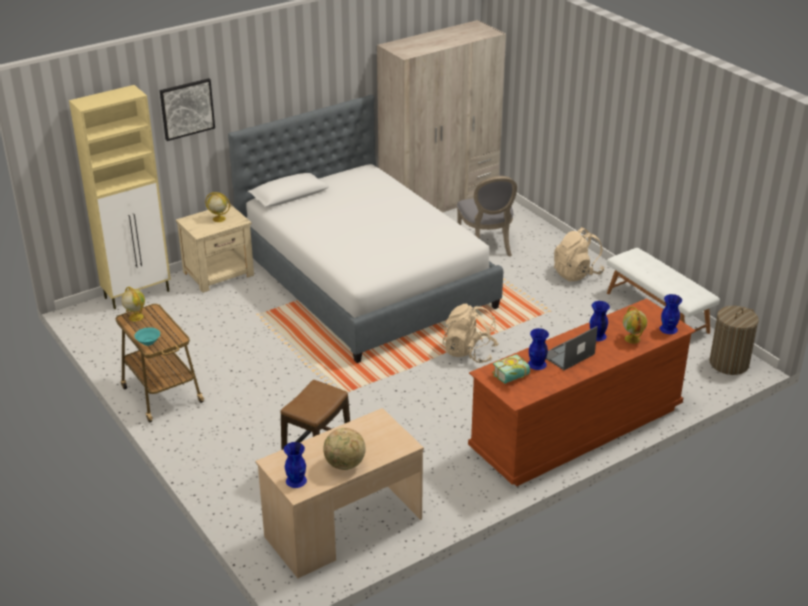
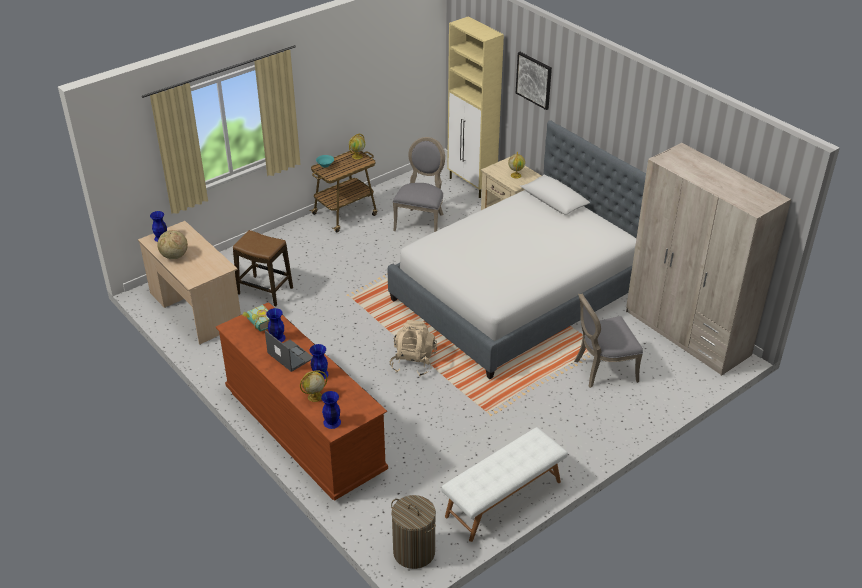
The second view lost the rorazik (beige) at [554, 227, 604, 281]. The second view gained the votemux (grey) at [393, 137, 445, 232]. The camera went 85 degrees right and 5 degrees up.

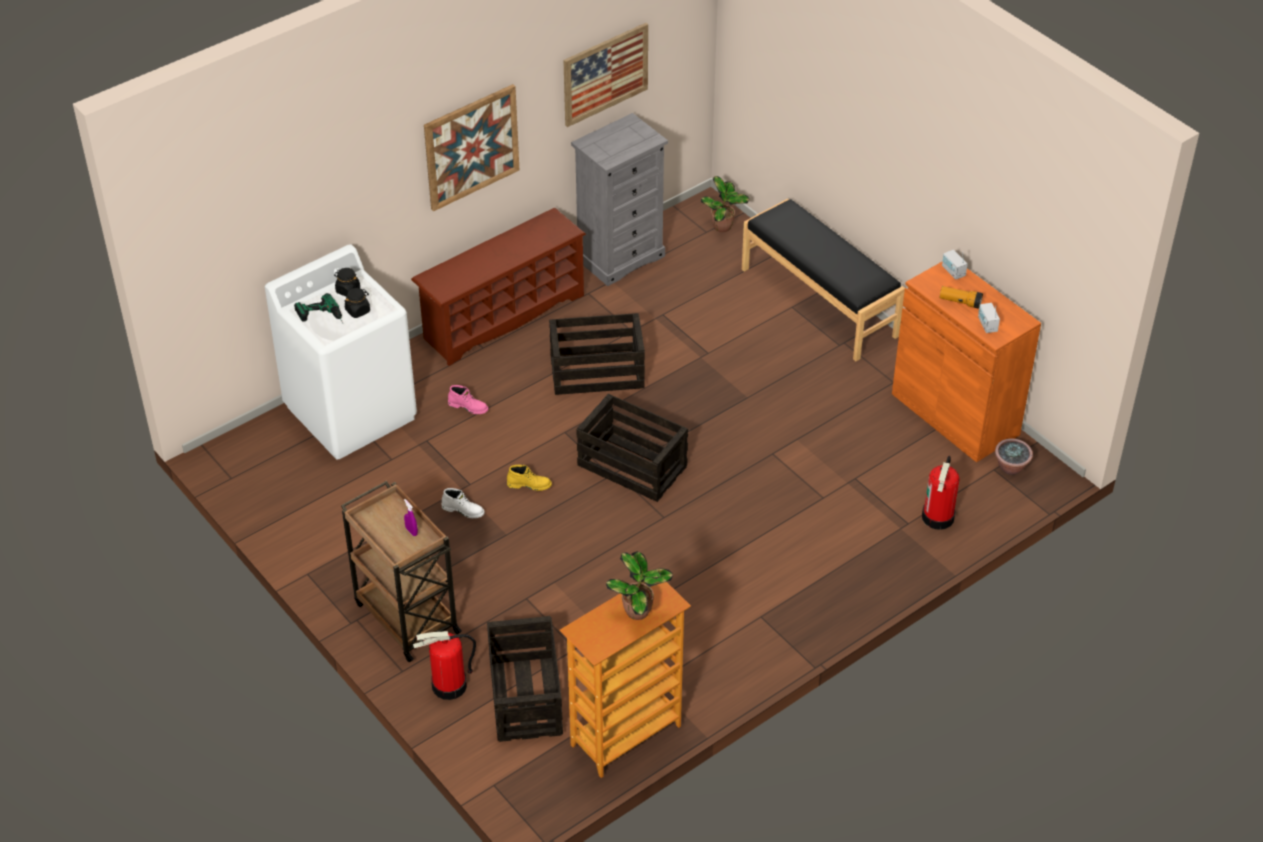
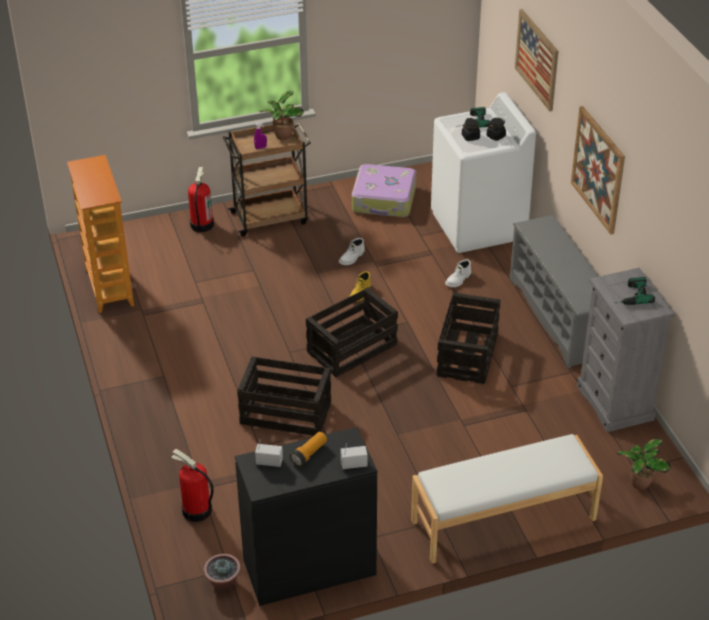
What was the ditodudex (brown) at [411, 208, 586, 366] turned into the ditodudex (grey) at [510, 215, 598, 369]. What was the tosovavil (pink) at [448, 385, 488, 414] turned into the tosovavil (white) at [445, 259, 471, 287]. The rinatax ended up elsewhere, having gone from [487, 616, 563, 742] to [237, 356, 331, 436]. The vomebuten ended up elsewhere, having gone from [563, 23, 648, 127] to [515, 9, 558, 111]. The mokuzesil ended up elsewhere, having gone from [606, 551, 673, 620] to [260, 91, 304, 140]. What was the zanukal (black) at [742, 199, 905, 361] turned into the zanukal (white) at [411, 434, 603, 564]. What was the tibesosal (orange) at [892, 261, 1041, 462] turned into the tibesosal (black) at [235, 427, 377, 606]. The second view gained the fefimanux at [352, 164, 416, 217]. The second view gained the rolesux at [614, 277, 655, 305]. The camera went 110 degrees right and 5 degrees down.

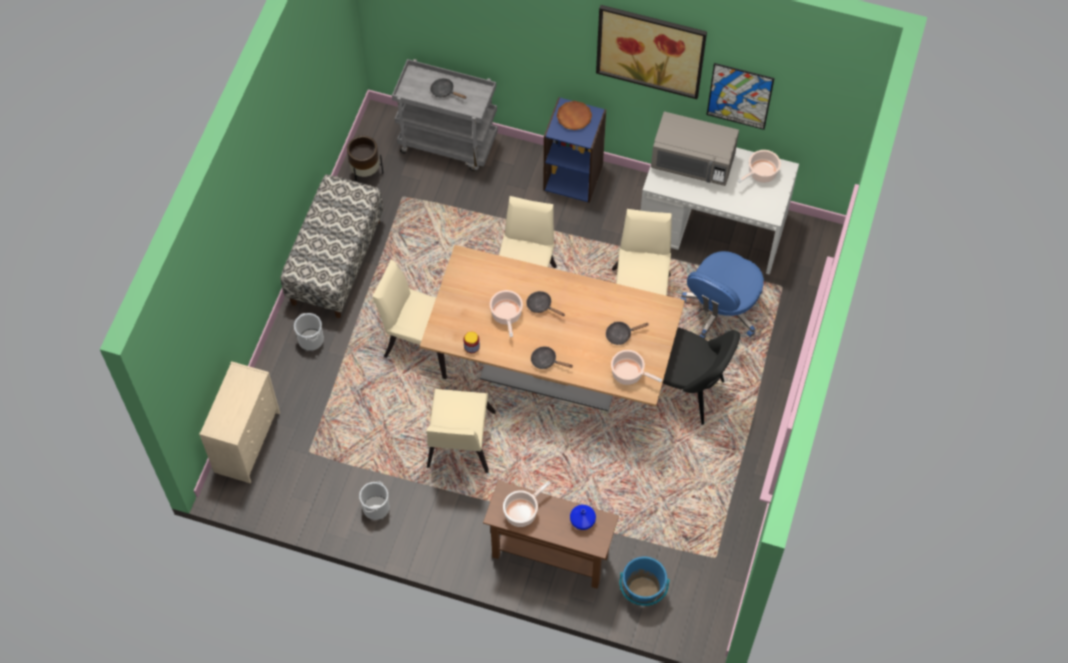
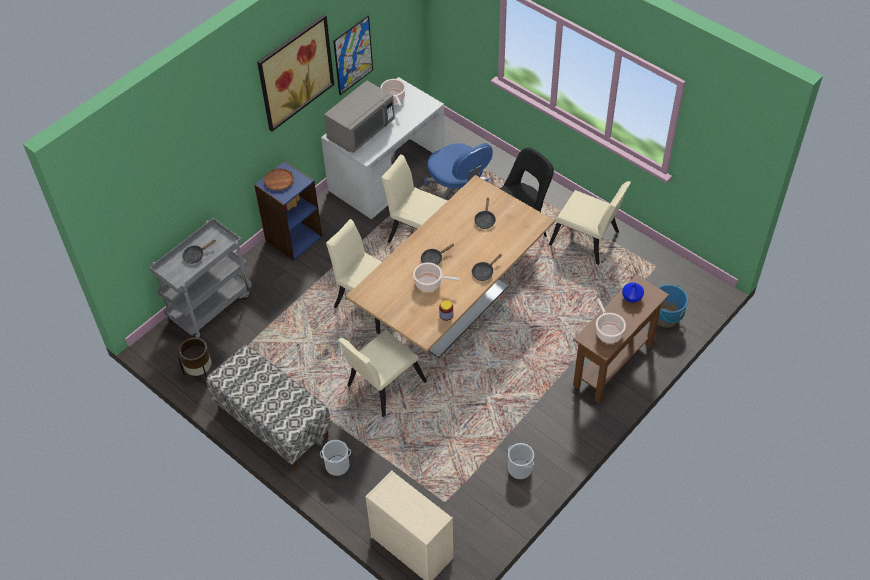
The votemux (beige) ended up elsewhere, having gone from [427, 389, 496, 473] to [549, 181, 631, 265]. The second view lost the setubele at [611, 350, 662, 385]. The camera went 65 degrees left and 10 degrees down.

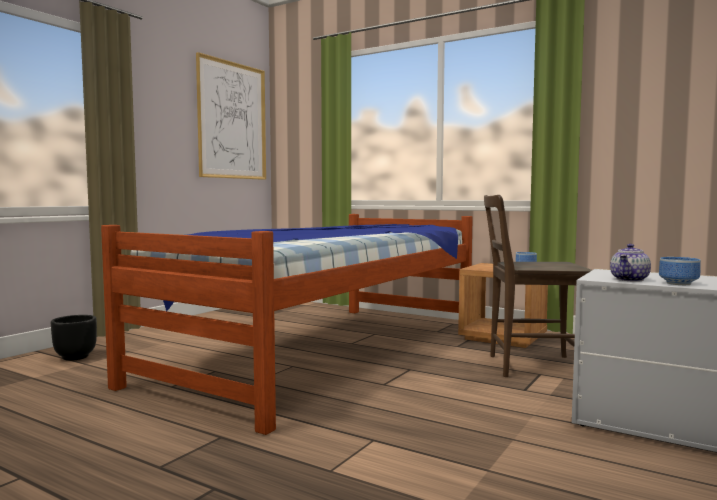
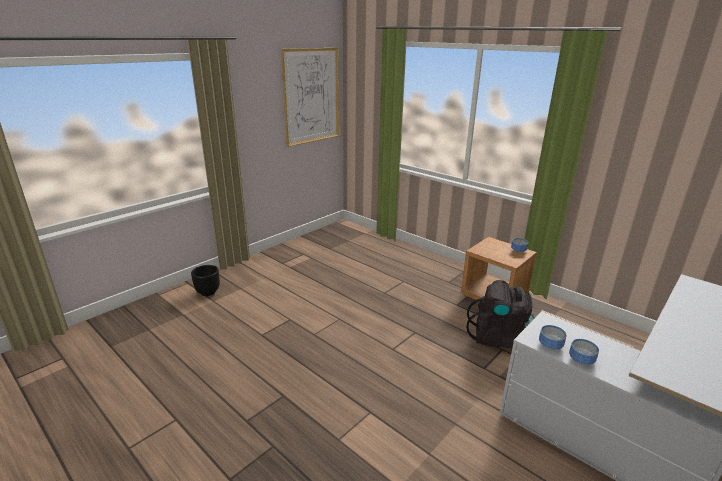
The second view lost the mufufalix at [101, 214, 473, 435]. Where the votemux (brown) stood at [484, 195, 592, 377], the rorazik (black) came to stand at [466, 280, 535, 349]. Where the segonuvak stood at [610, 244, 651, 282], the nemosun came to stand at [539, 325, 566, 350]. The camera went 10 degrees right and 20 degrees up.

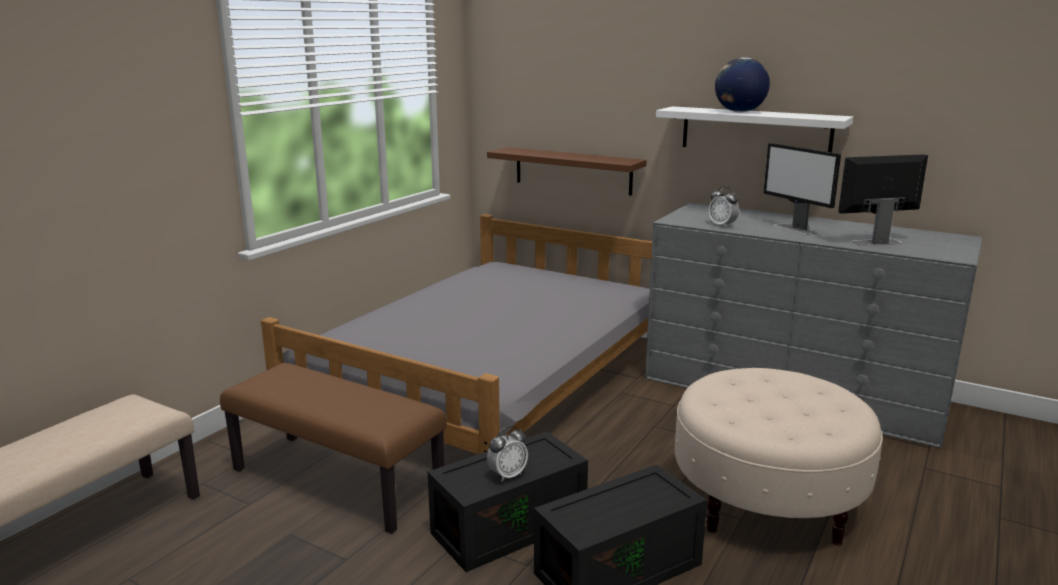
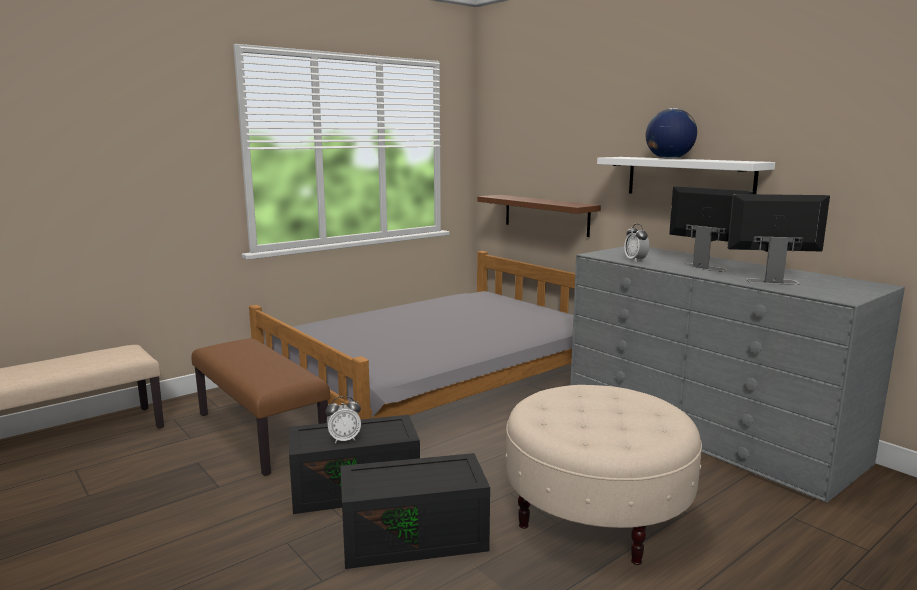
The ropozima at [763, 143, 841, 235] ended up facing another way, 150 degrees clockwise from before. The camera went 20 degrees right and 5 degrees down.

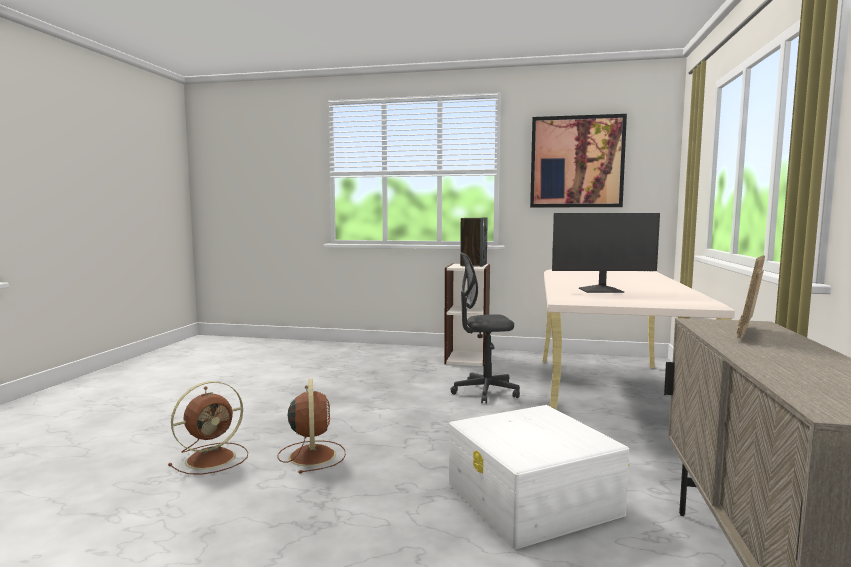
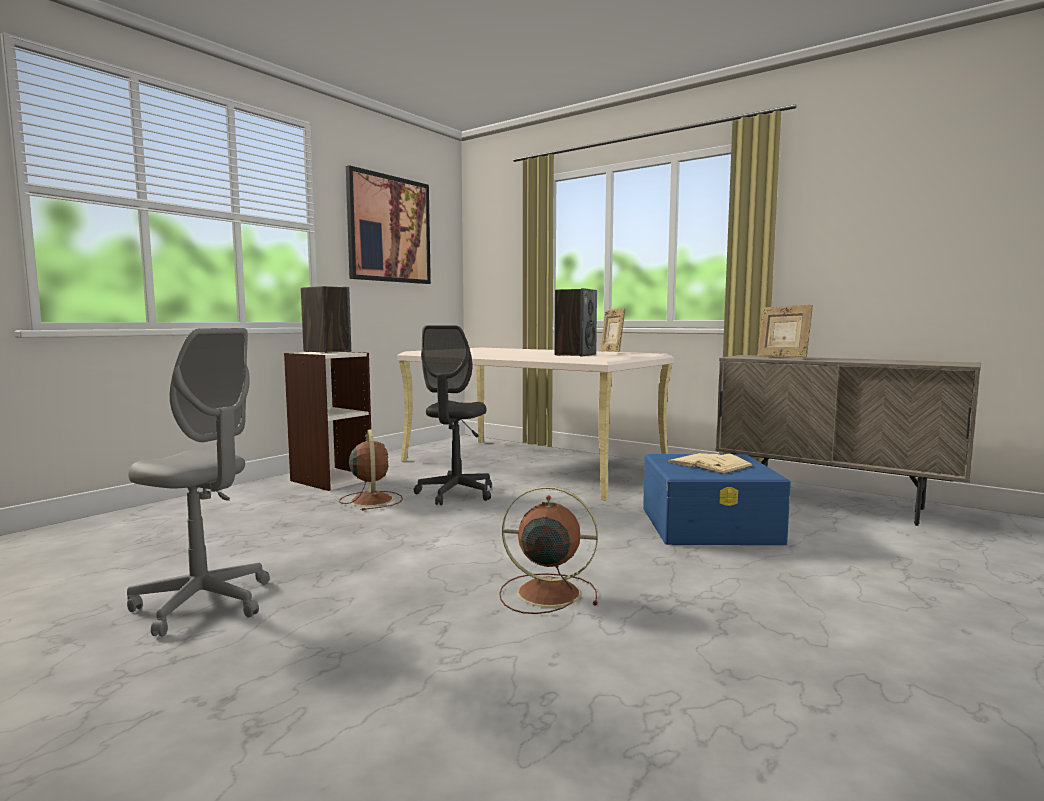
The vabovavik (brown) ended up elsewhere, having gone from [168, 381, 248, 475] to [339, 429, 403, 511]. What was the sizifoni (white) at [449, 405, 629, 549] turned into the sizifoni (blue) at [643, 454, 791, 545]. Where the ropozima stood at [552, 213, 660, 293], the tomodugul came to stand at [554, 288, 597, 356]. The second view gained the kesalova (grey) at [127, 328, 270, 637]. The second view gained the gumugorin at [600, 308, 625, 352]. The second view gained the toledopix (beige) at [667, 453, 754, 474]. The camera went 65 degrees left and 0 degrees up.

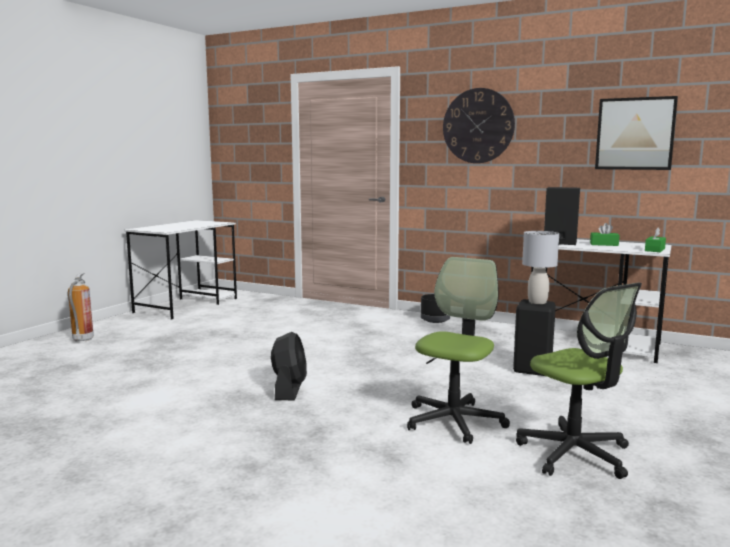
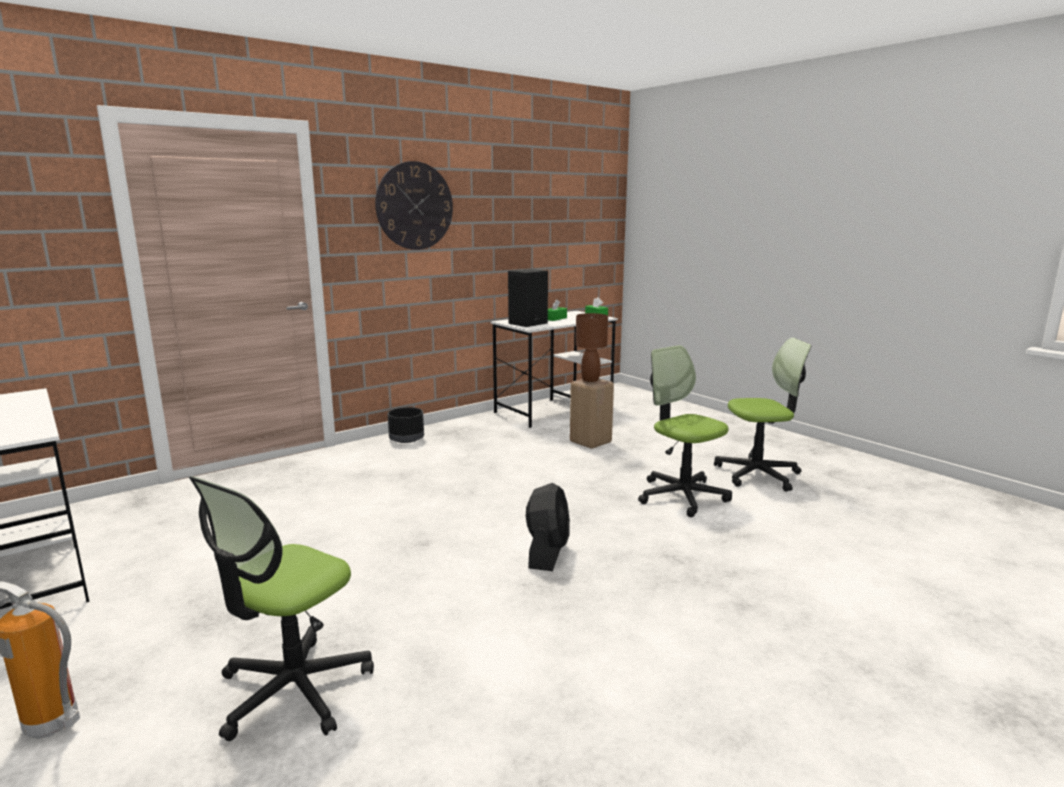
The vabovavik (black) at [271, 332, 307, 400] ended up facing another way, 75 degrees clockwise from before. What was the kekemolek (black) at [513, 299, 556, 376] turned into the kekemolek (beige) at [570, 379, 614, 449]. What was the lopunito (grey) at [522, 231, 559, 304] turned into the lopunito (brown) at [576, 313, 608, 382]. The second view lost the vomebuten at [595, 96, 678, 170]. The second view gained the kesalova at [189, 476, 374, 741]. The camera went 65 degrees left and 5 degrees up.

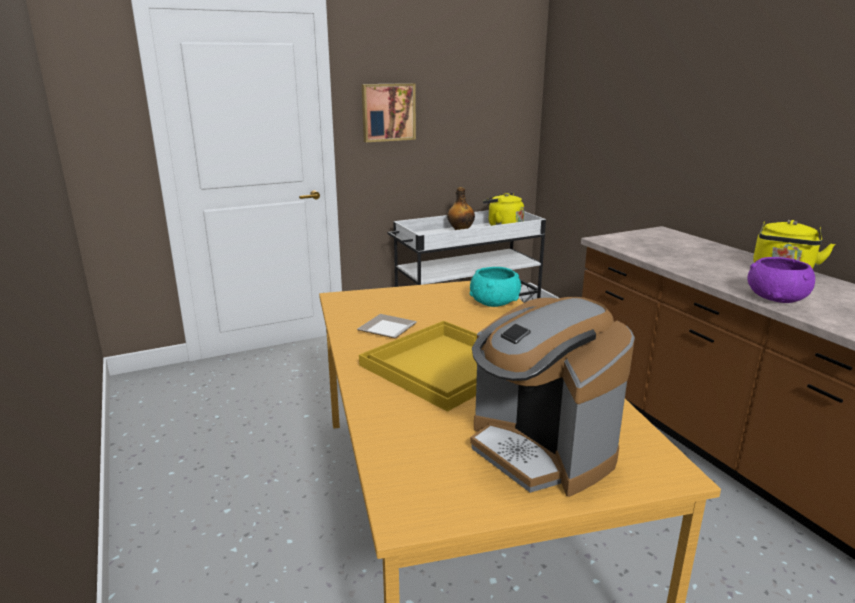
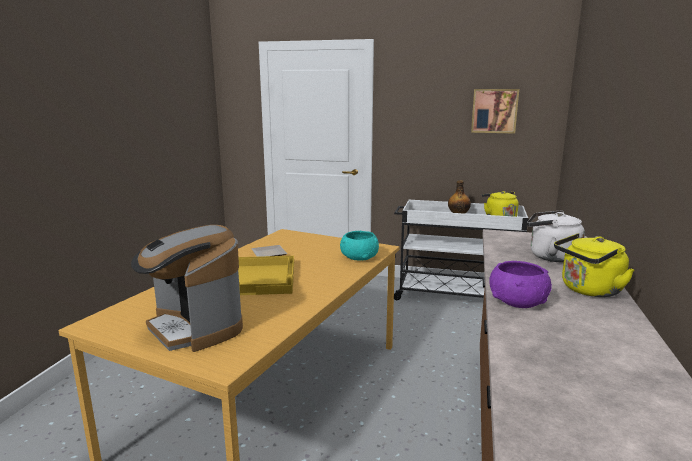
The vomebuten ended up elsewhere, having gone from [362, 83, 416, 142] to [471, 89, 519, 134]. The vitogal at [470, 297, 635, 497] ended up facing another way, 45 degrees counterclockwise from before. The second view gained the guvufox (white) at [527, 210, 585, 262]. The camera went 40 degrees right and 5 degrees down.

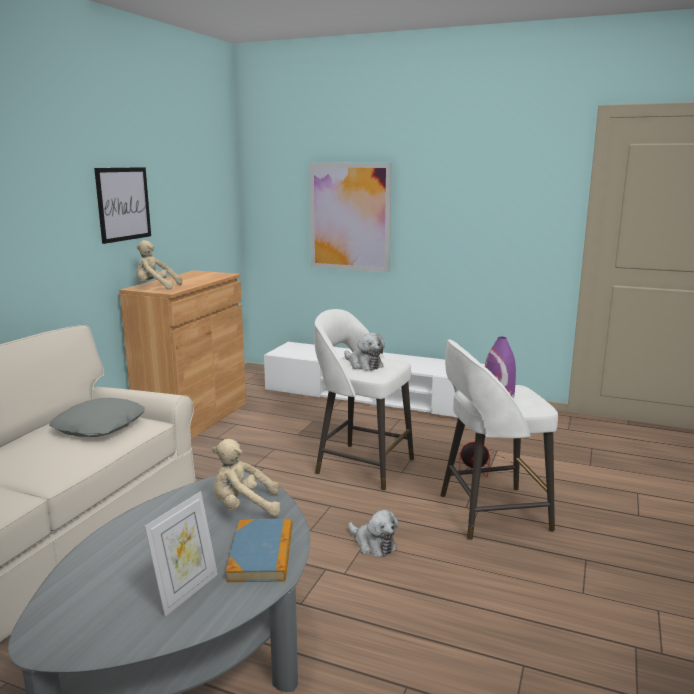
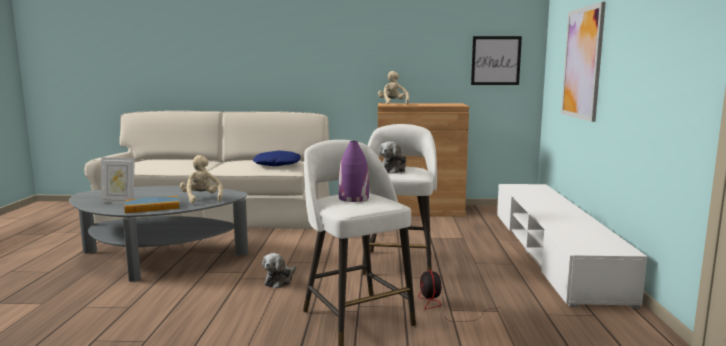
What was the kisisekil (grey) at [49, 398, 145, 437] turned into the kisisekil (blue) at [253, 150, 301, 166]. The vomebuten ended up elsewhere, having gone from [94, 167, 151, 244] to [471, 36, 522, 85]. The camera went 70 degrees right and 5 degrees down.

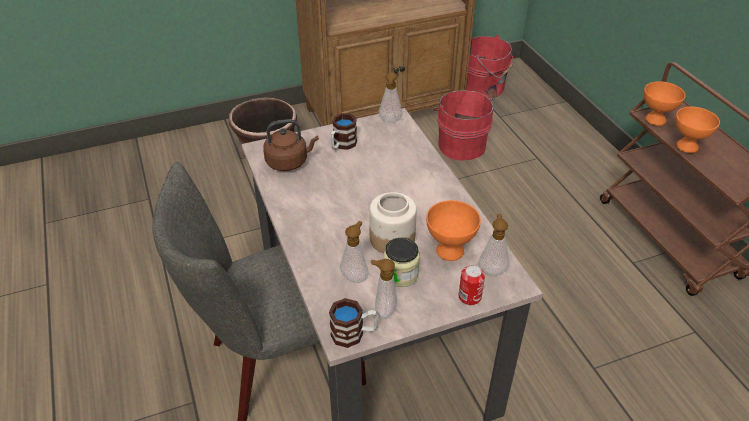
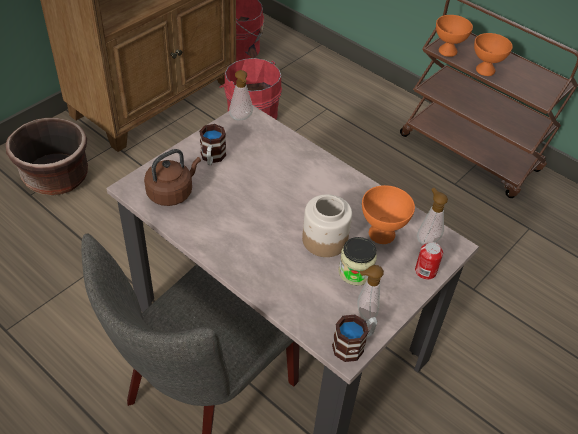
The second view lost the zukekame at [340, 221, 369, 283]. The camera went 30 degrees left and 5 degrees up.

